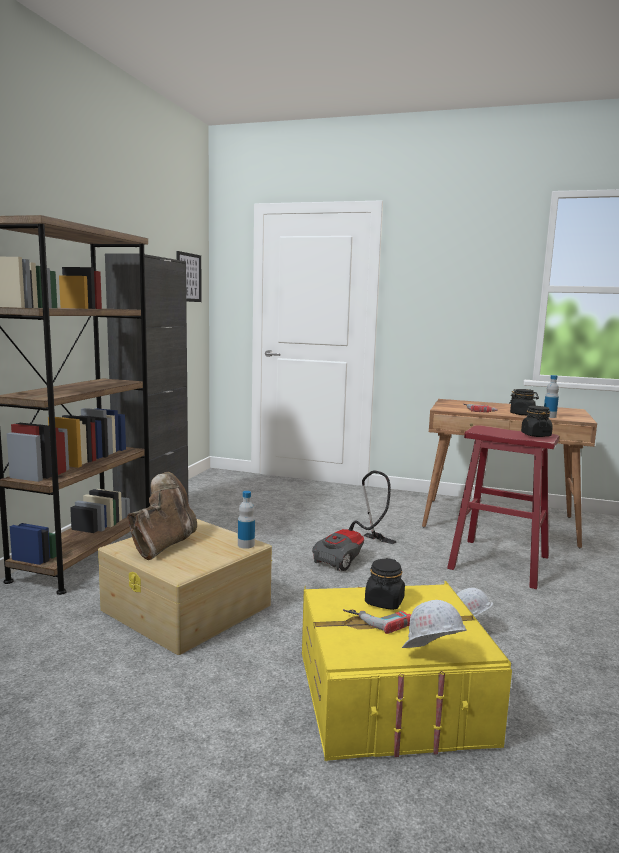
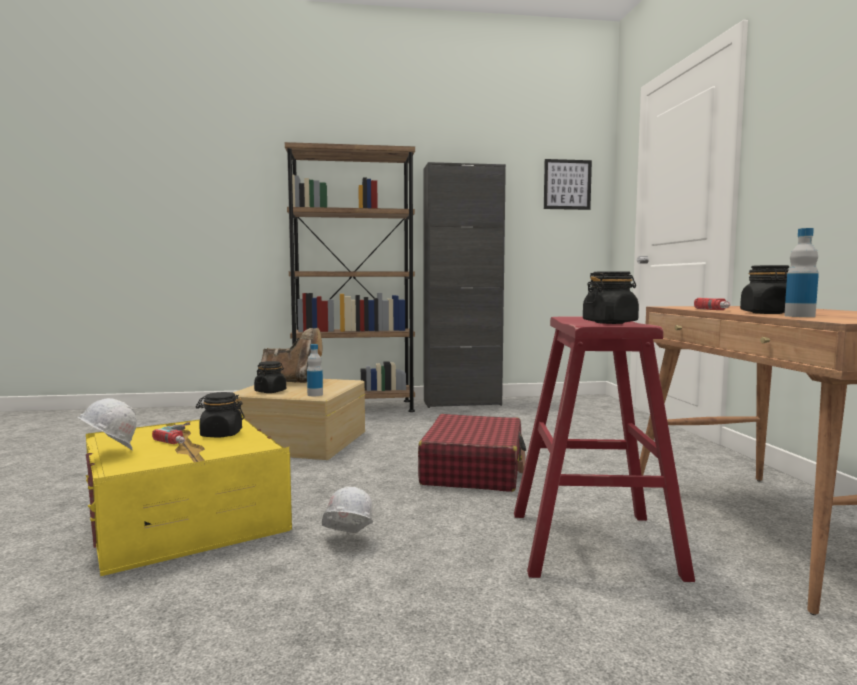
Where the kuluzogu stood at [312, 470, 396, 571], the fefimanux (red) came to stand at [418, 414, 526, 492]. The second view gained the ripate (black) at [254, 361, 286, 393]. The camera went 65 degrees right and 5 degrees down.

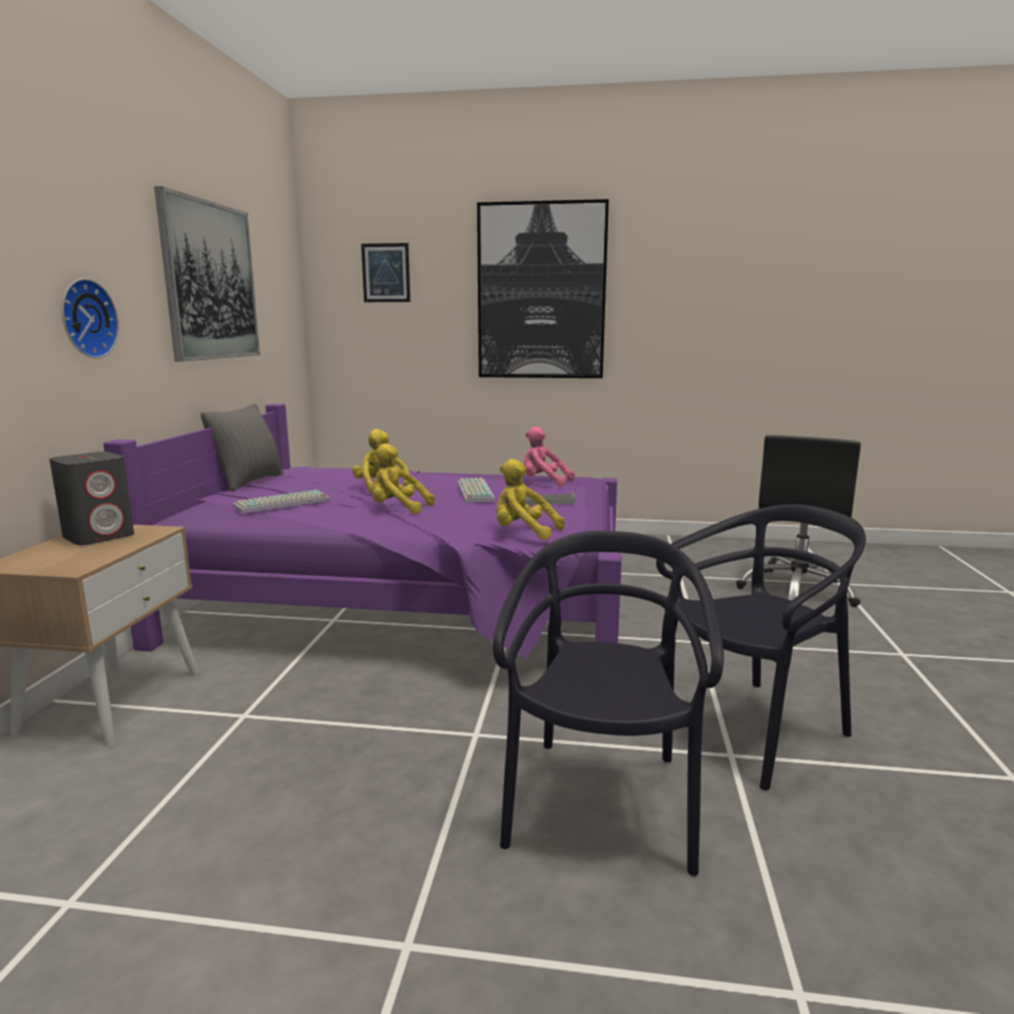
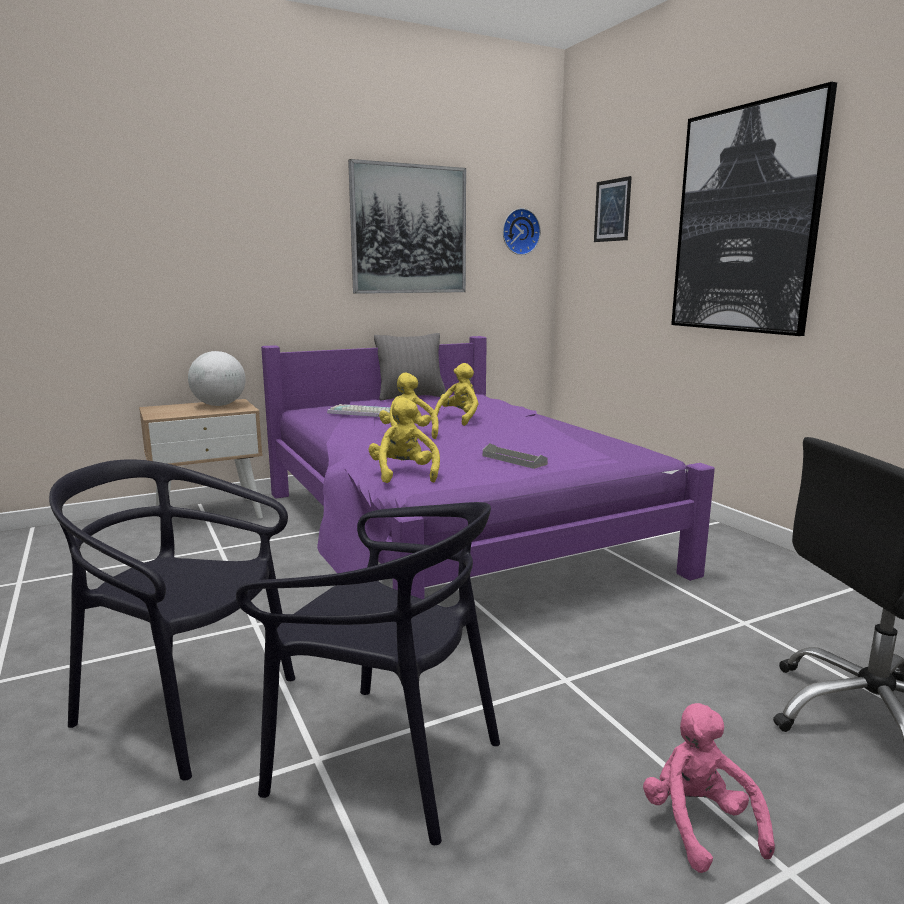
Where the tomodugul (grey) stood at [50, 451, 134, 545], the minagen came to stand at [188, 351, 246, 406]. The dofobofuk ended up elsewhere, having gone from [62, 278, 119, 358] to [503, 208, 541, 255]. The second view lost the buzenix at [457, 478, 495, 502]. The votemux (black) at [493, 531, 724, 876] ended up facing another way, 135 degrees counterclockwise from before. The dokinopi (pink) ended up elsewhere, having gone from [523, 427, 575, 487] to [643, 703, 775, 873]. The camera went 55 degrees right and 0 degrees up.

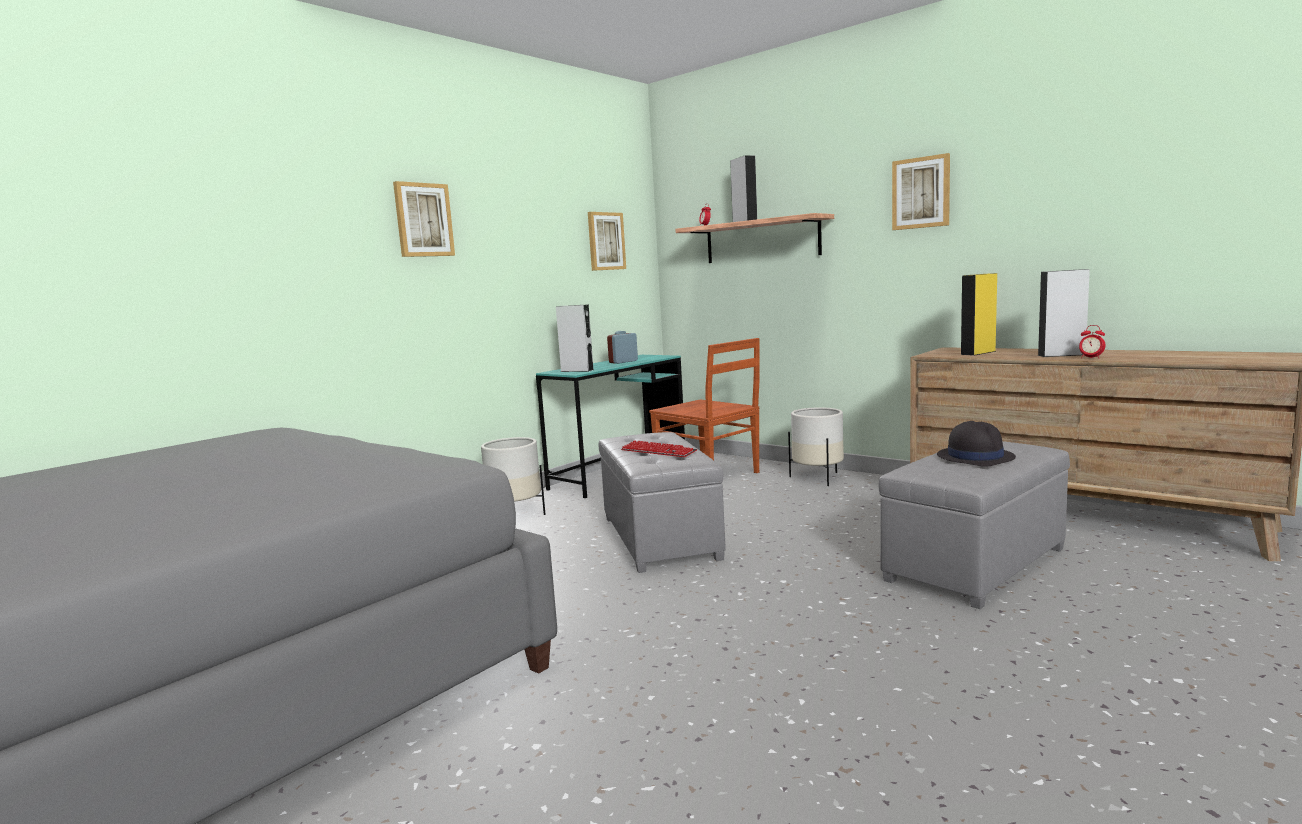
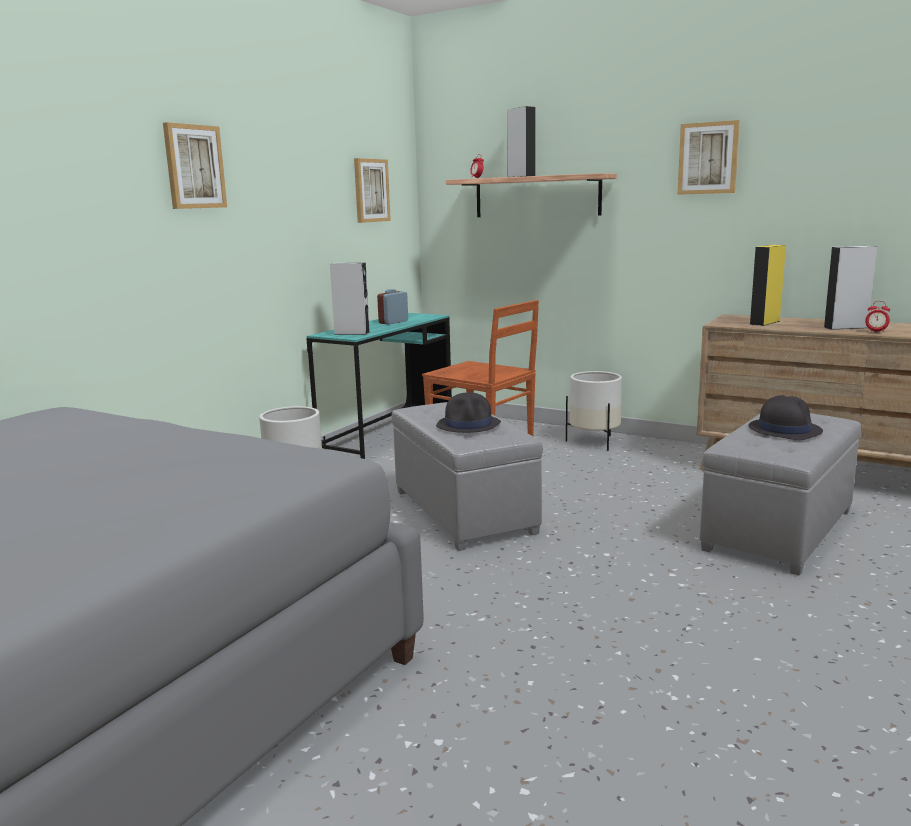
Where the buzenix stood at [621, 440, 697, 457], the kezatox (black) came to stand at [436, 392, 501, 433]. The camera went 10 degrees left and 5 degrees up.

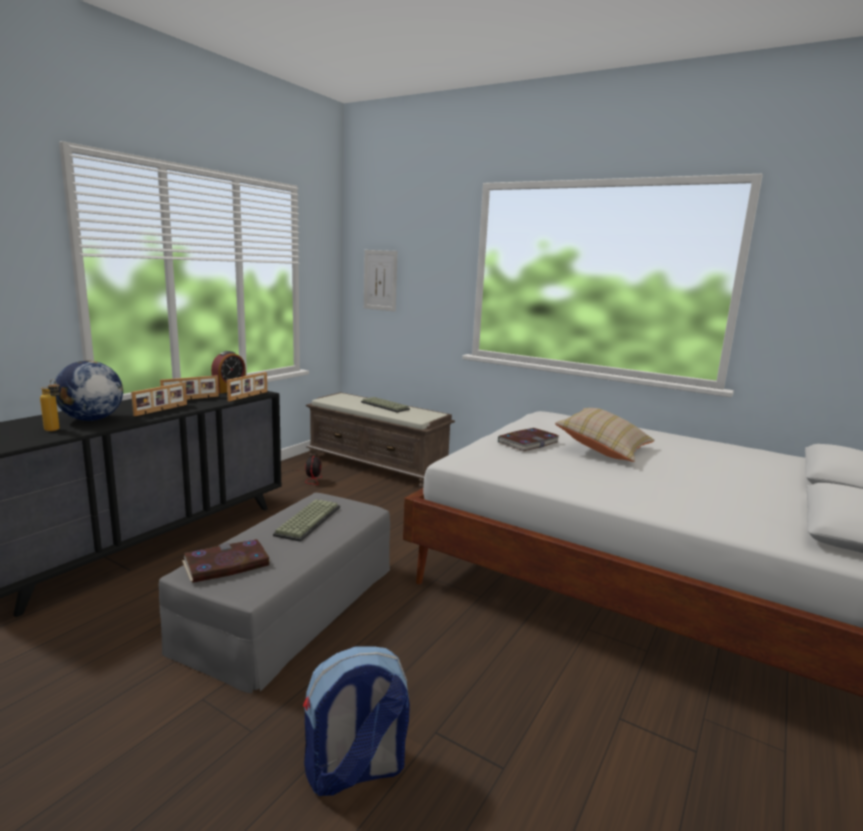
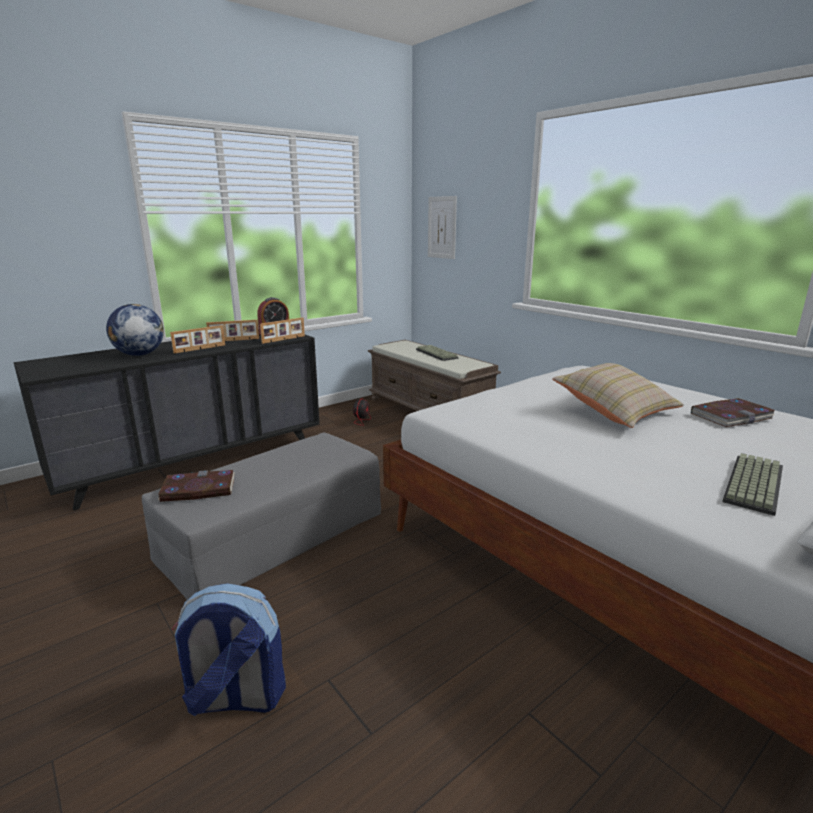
The second view lost the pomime at [40, 379, 60, 431]. The buzenix ended up elsewhere, having gone from [273, 499, 340, 542] to [722, 453, 783, 516]. The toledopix ended up elsewhere, having gone from [498, 428, 559, 451] to [691, 398, 776, 427]. The camera went 20 degrees right and 5 degrees up.

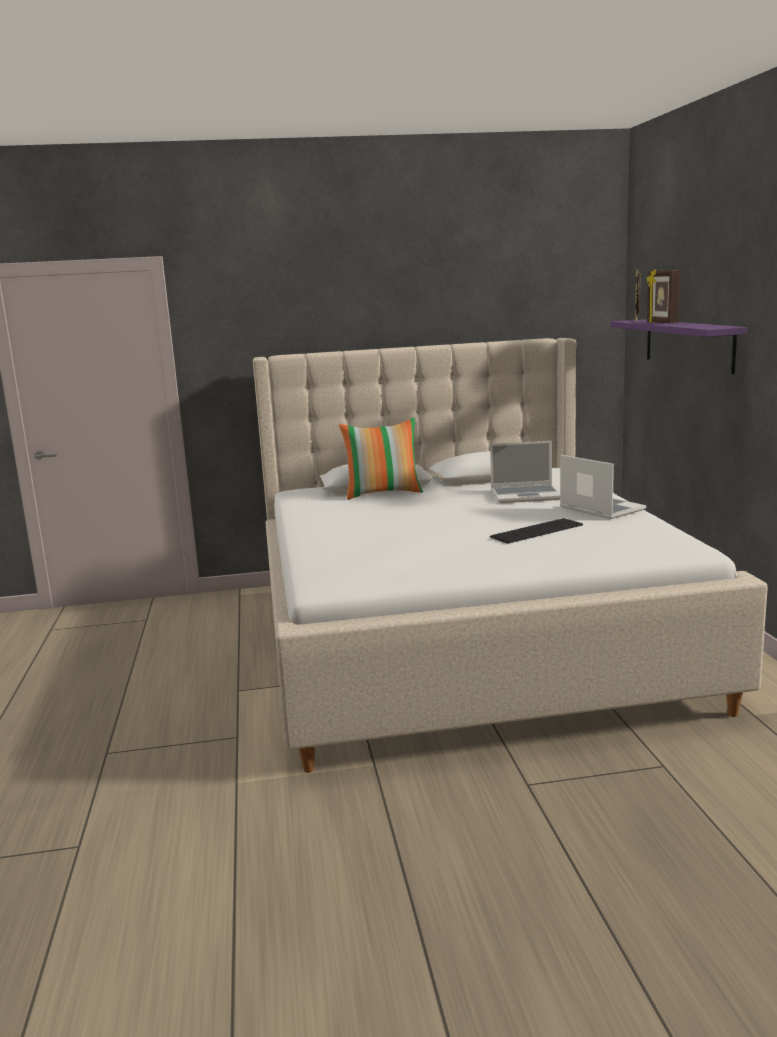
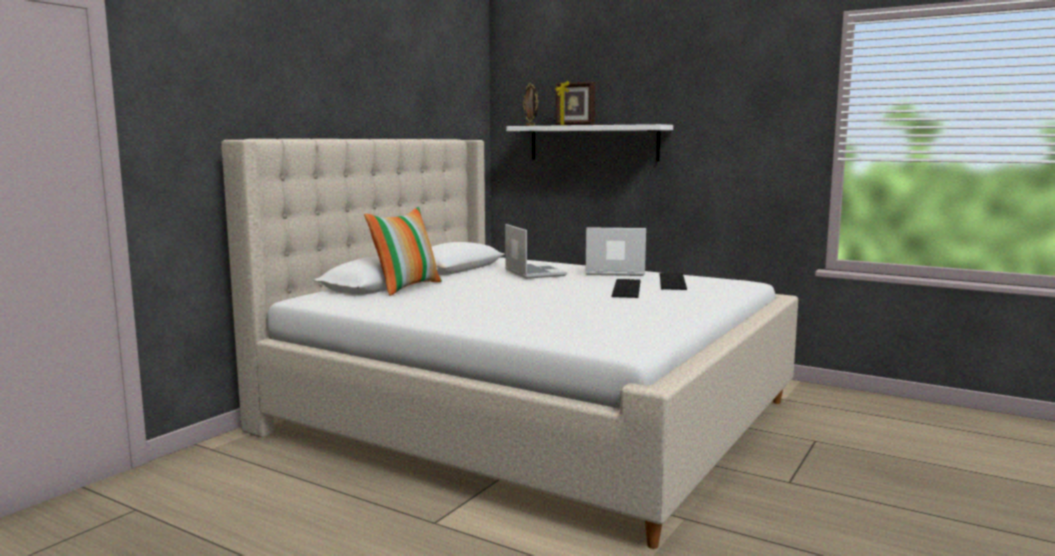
The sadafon at [490, 441, 560, 503] ended up facing another way, 60 degrees counterclockwise from before. What was the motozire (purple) at [610, 319, 747, 374] turned into the motozire (white) at [506, 124, 673, 162]. The second view gained the buzenix at [660, 273, 687, 290]. The camera went 50 degrees left and 5 degrees down.

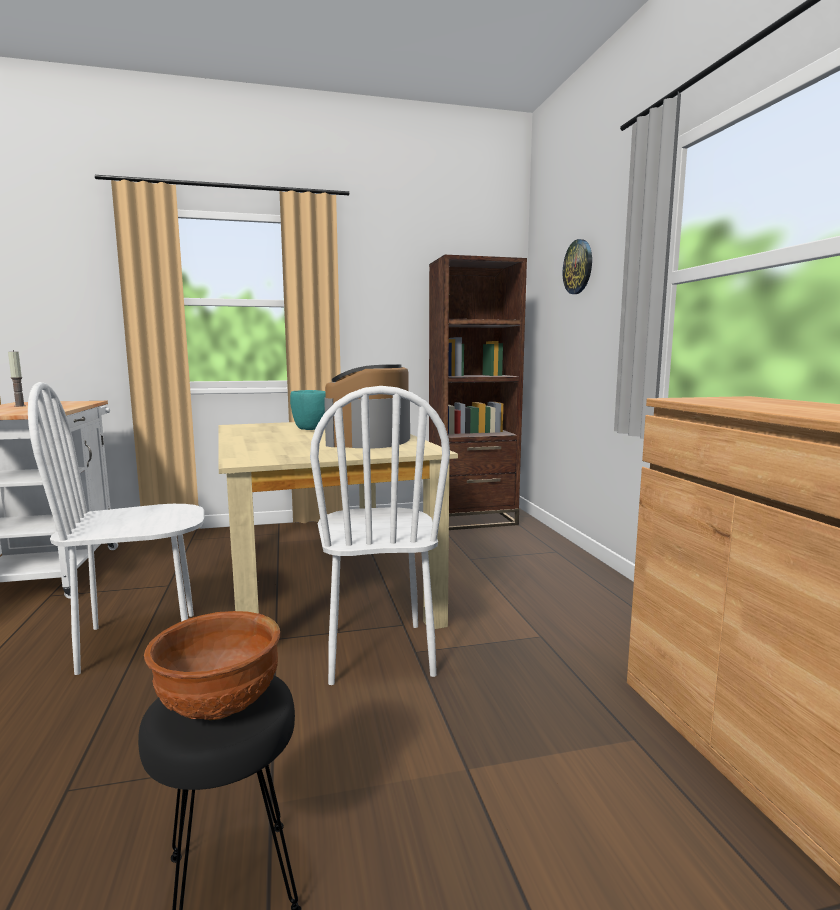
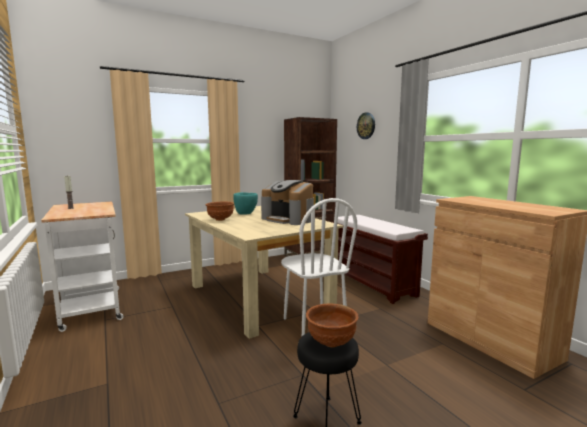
The second view lost the votemux (white) at [28, 382, 204, 675]. The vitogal at [324, 364, 410, 449] ended up facing another way, 45 degrees counterclockwise from before. The second view gained the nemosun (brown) at [205, 202, 234, 221]. The second view gained the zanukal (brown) at [332, 215, 428, 304]. The camera went 15 degrees left and 0 degrees up.

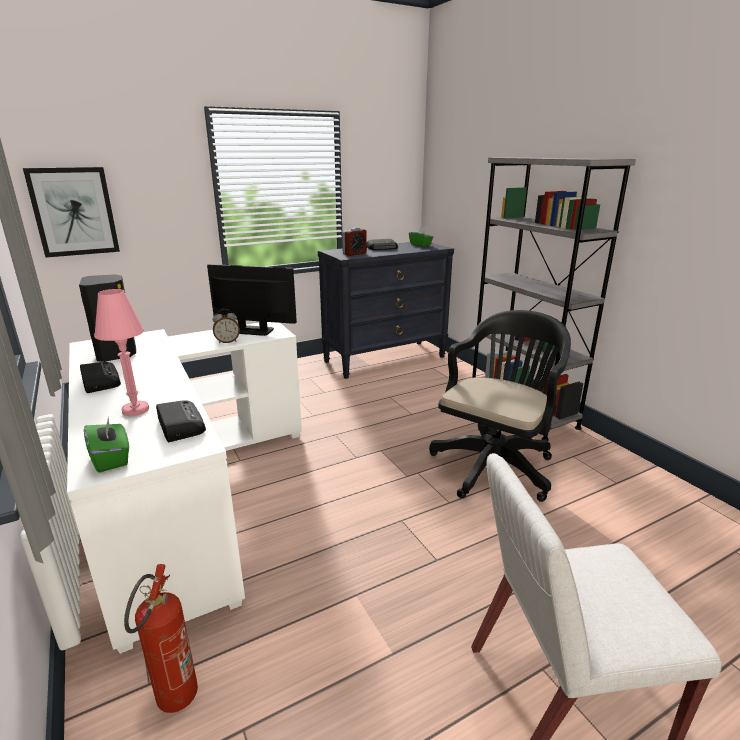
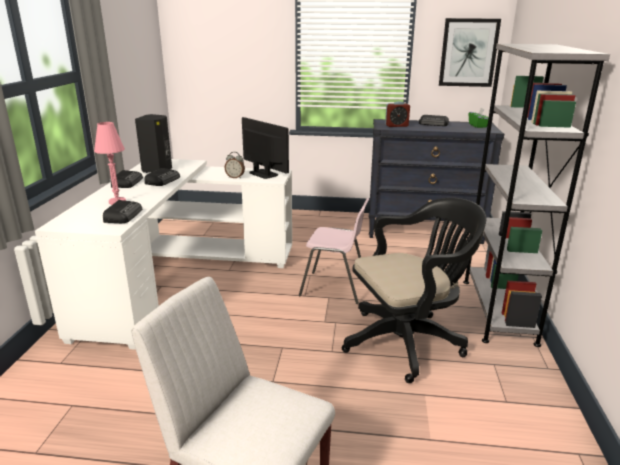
The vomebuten ended up elsewhere, having gone from [23, 167, 120, 258] to [439, 18, 501, 87]. The second view lost the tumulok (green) at [84, 415, 129, 473]. The second view lost the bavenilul at [124, 564, 198, 713]. The second view gained the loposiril at [144, 168, 180, 186]. The second view gained the votemux (pink) at [299, 198, 369, 304]. The camera went 35 degrees right and 0 degrees up.

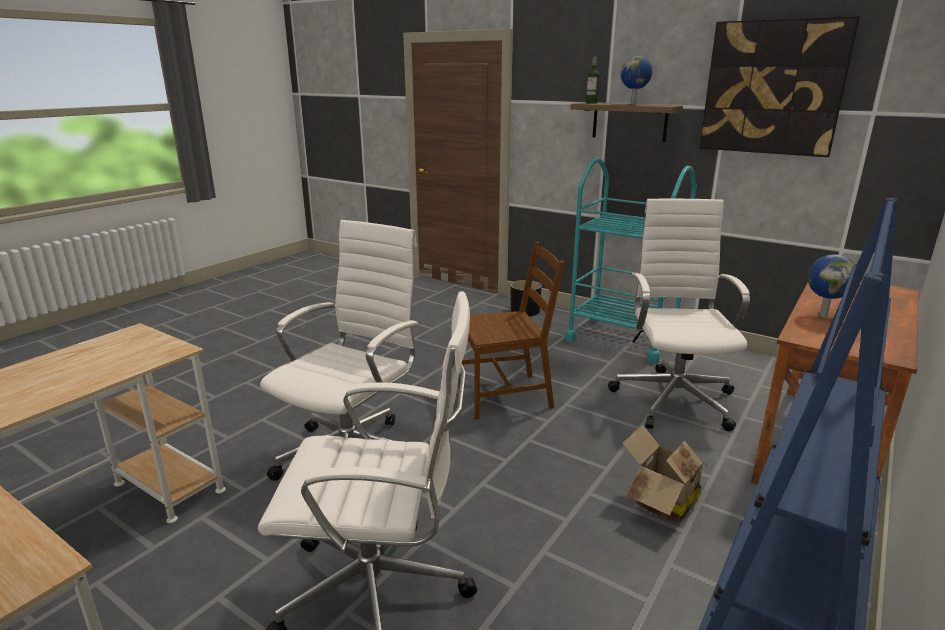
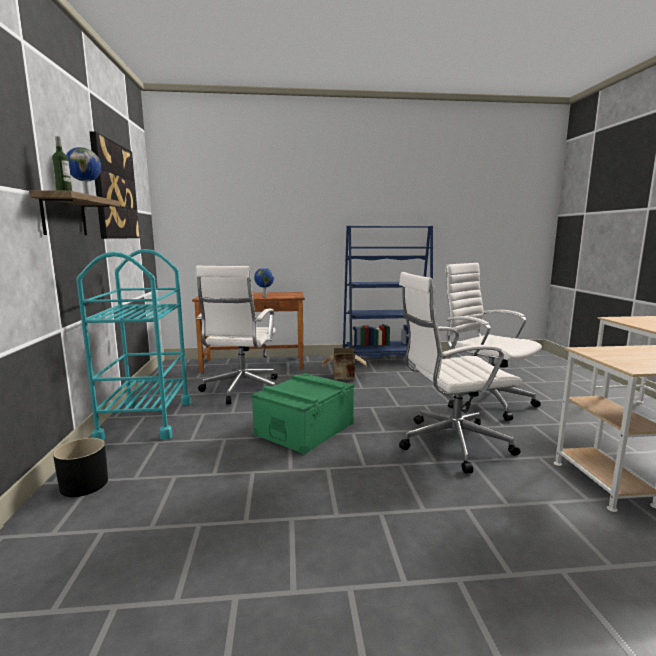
Where the votemux (brown) stood at [459, 242, 565, 420], the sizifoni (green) came to stand at [252, 373, 354, 455]. The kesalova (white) at [608, 199, 750, 431] ended up facing another way, 45 degrees counterclockwise from before. The camera went 130 degrees left and 10 degrees down.

